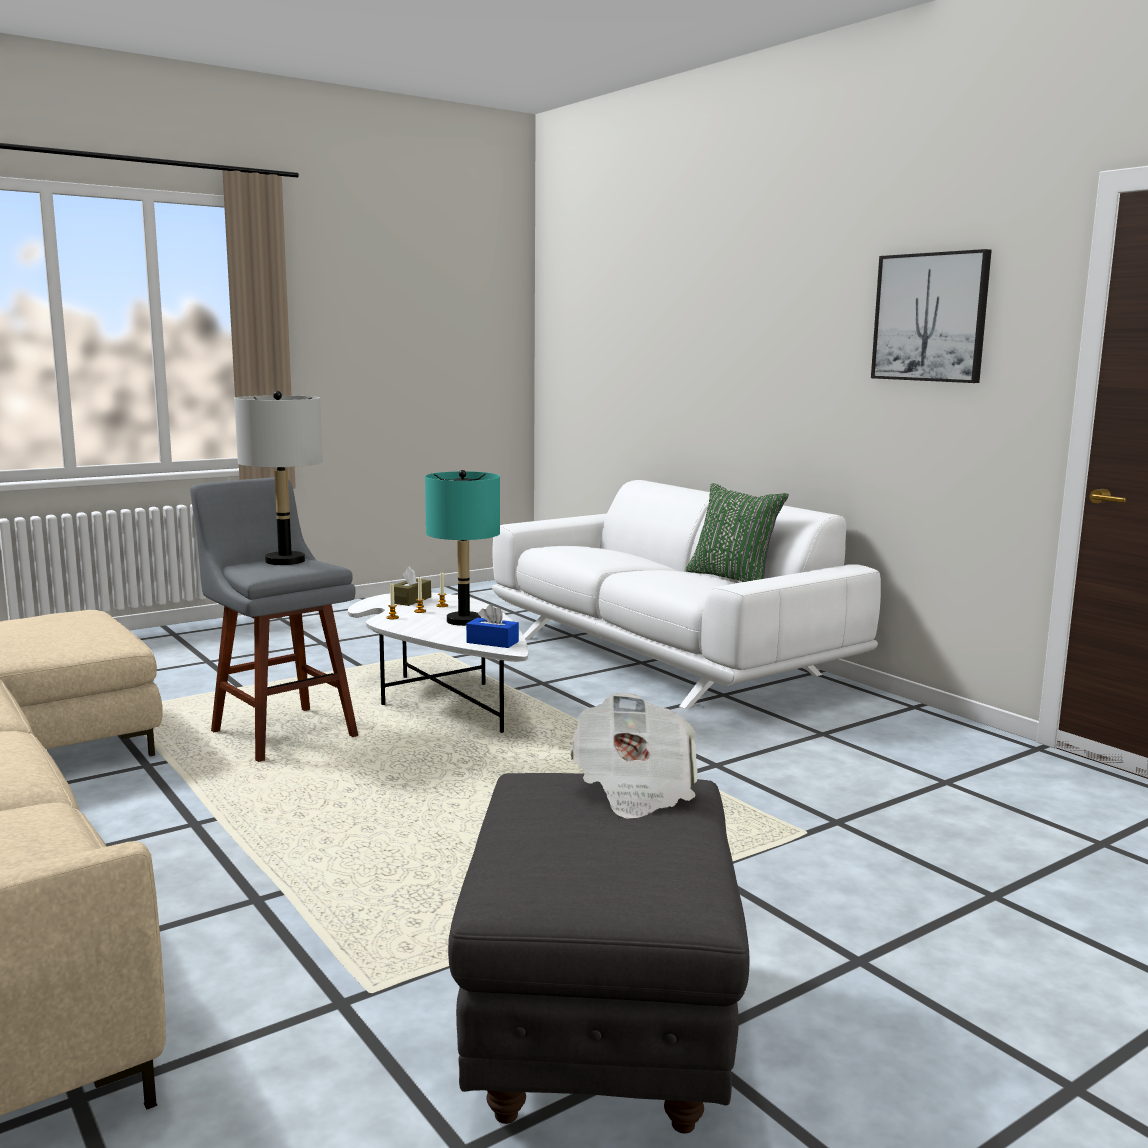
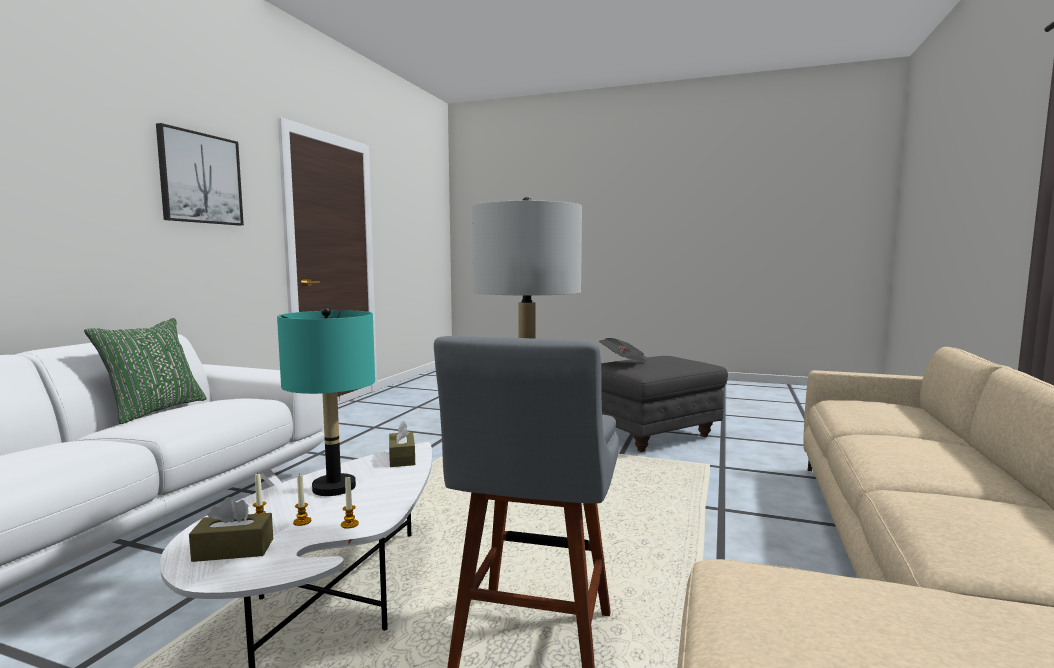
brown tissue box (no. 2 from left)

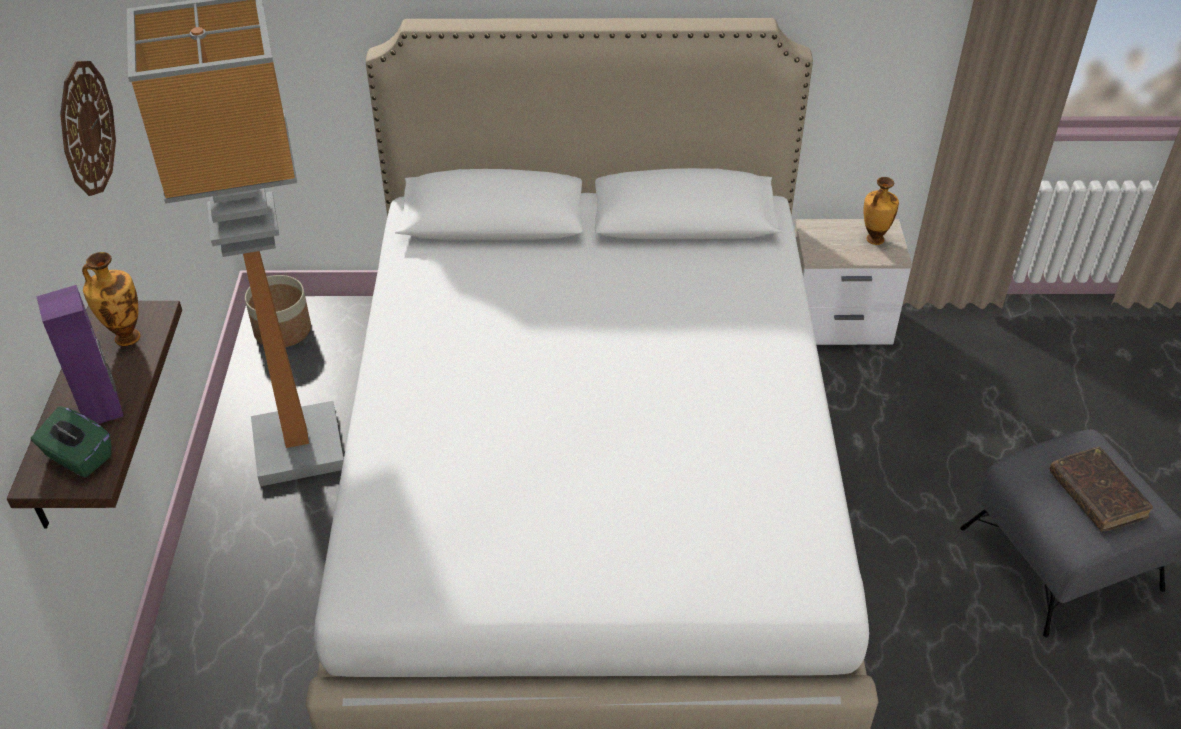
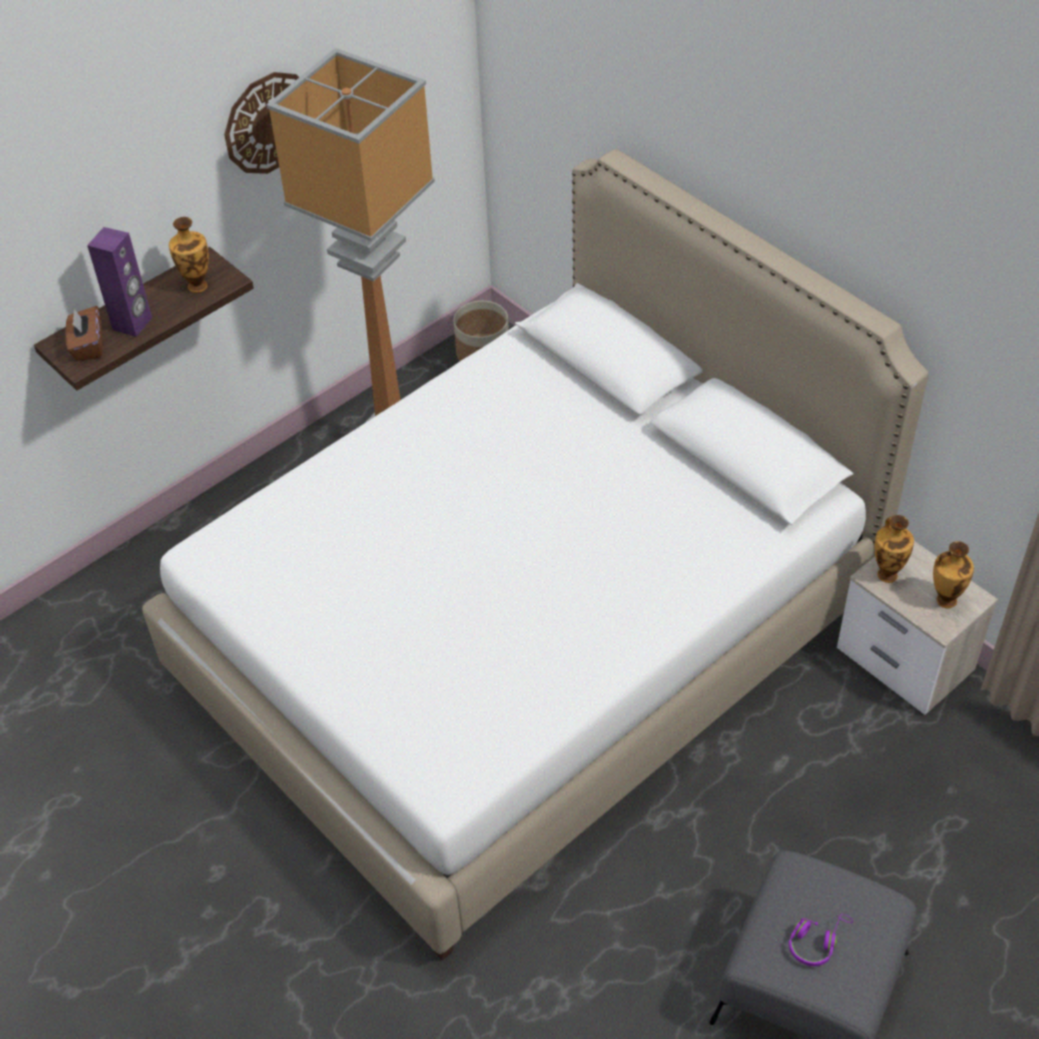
brown tissue box
purple headphones
vase (no. 2 from left)

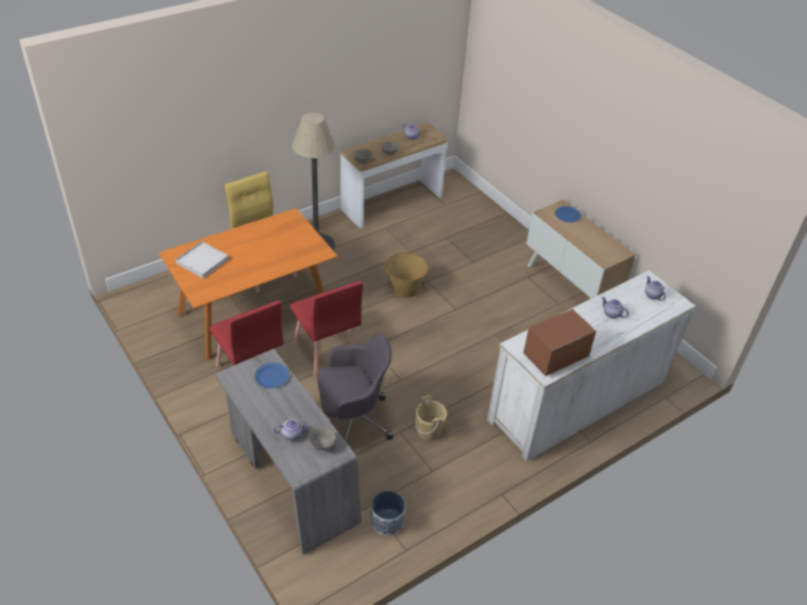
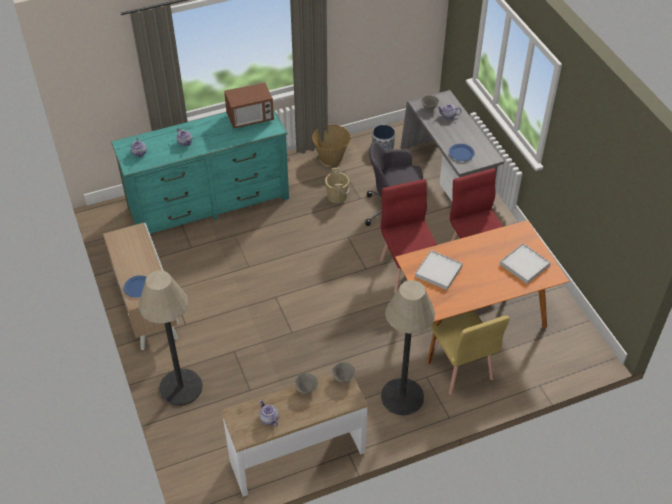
turquoise dresser
floor lamp (no. 1 from left)
basket
white tray (no. 1 from left)

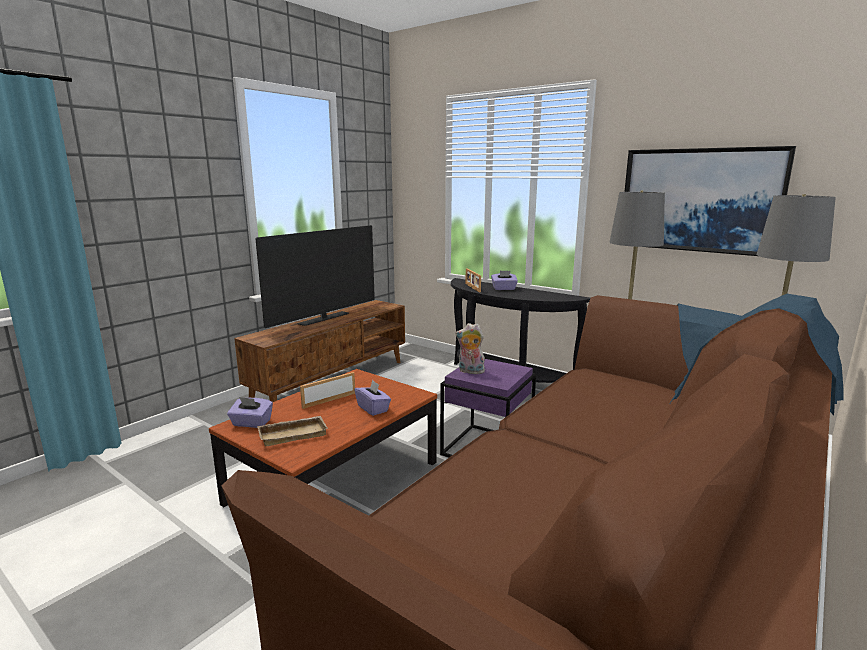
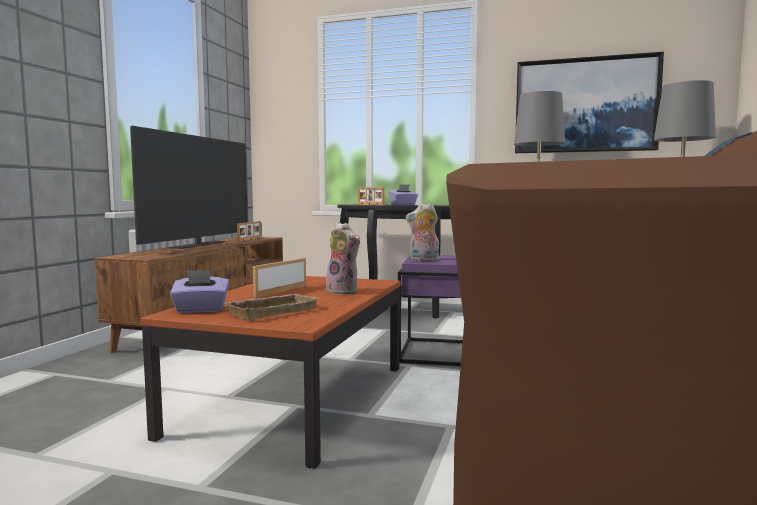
picture frame (no. 1 from left)
plush toy (no. 1 from left)

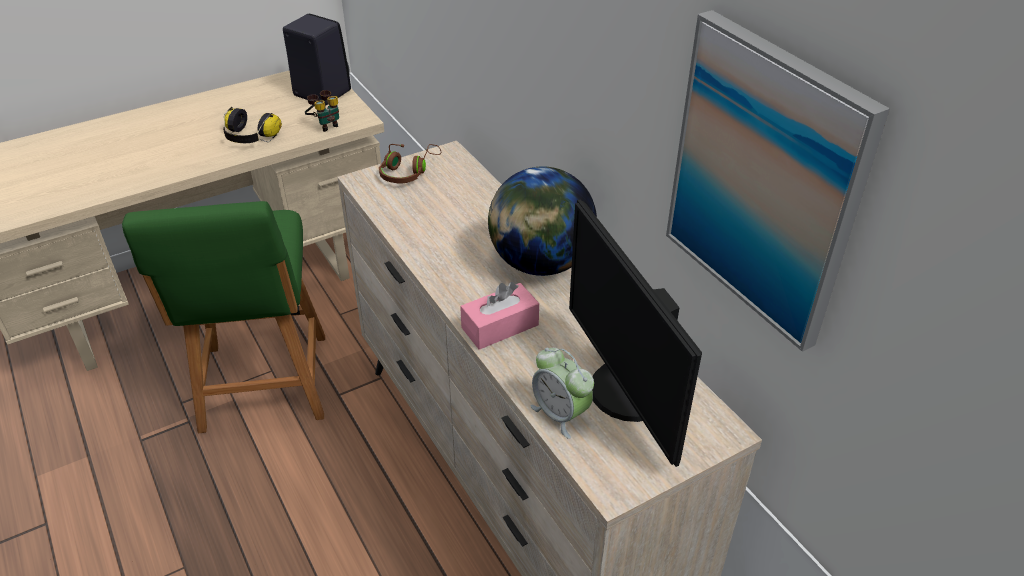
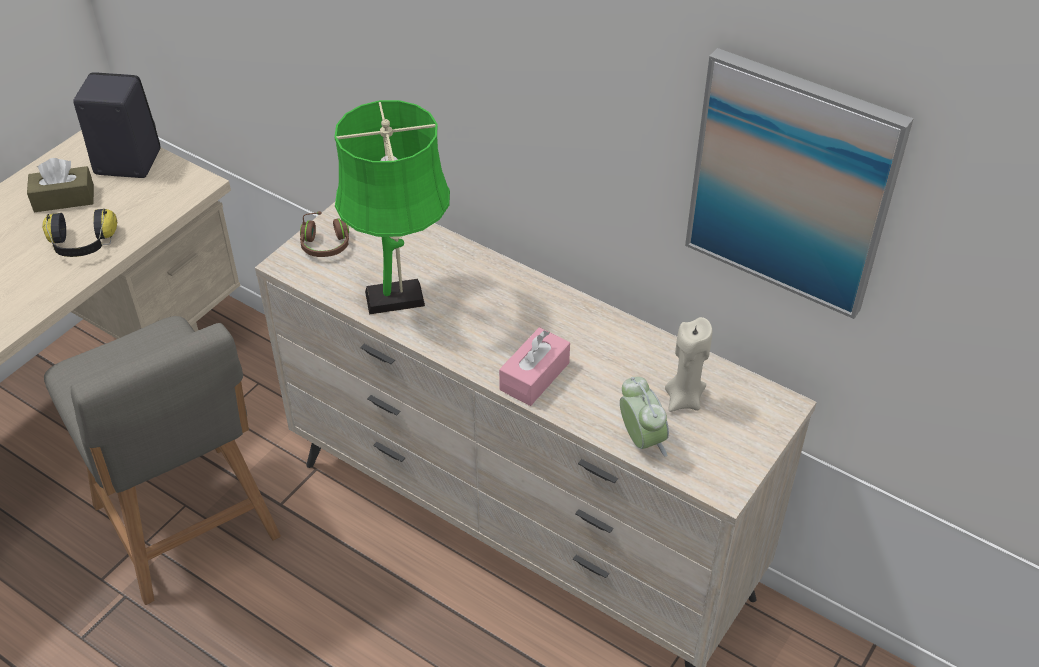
brown tissue box
grey chair
green table lamp
alarm clock
beige candle
binoculars
globe

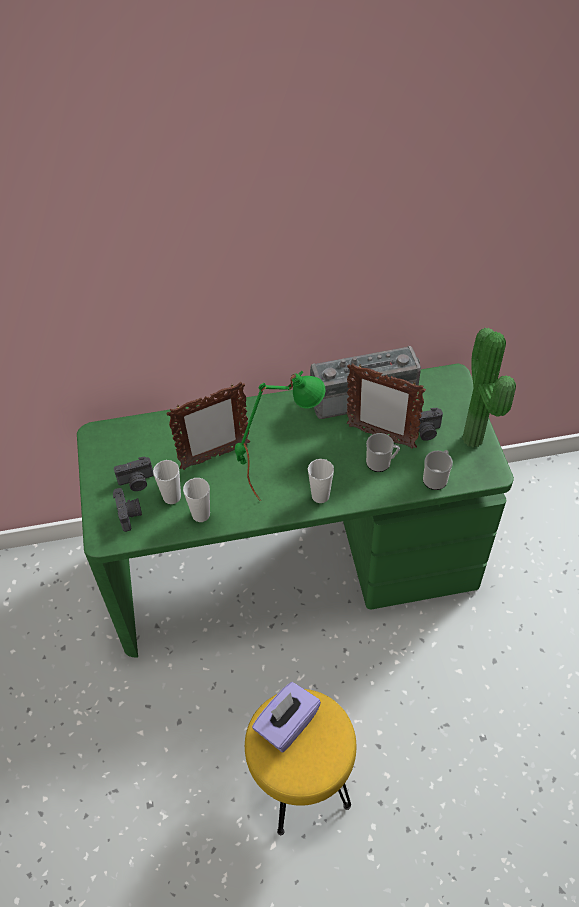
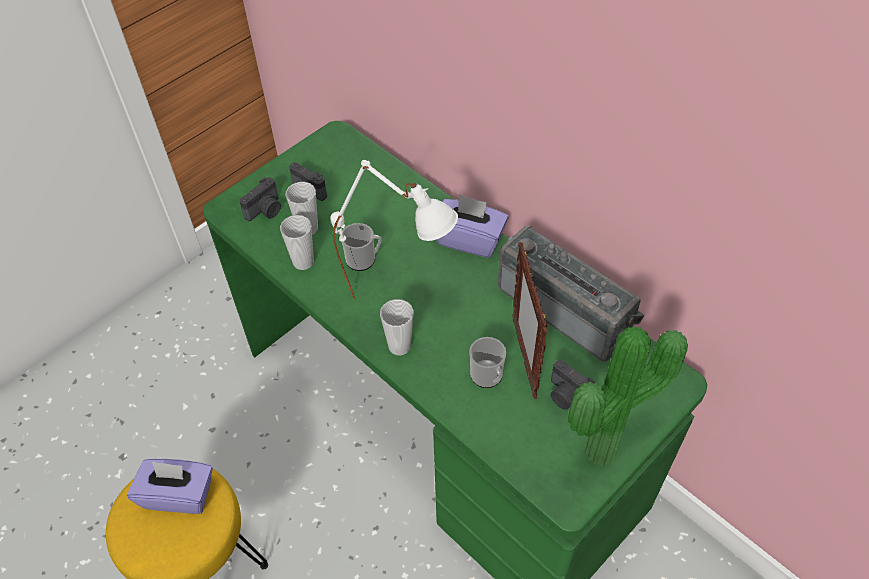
white table lamp
mug (no. 1 from left)
purple tissue box (no. 2 from left)
picture frame (no. 1 from left in the first image)

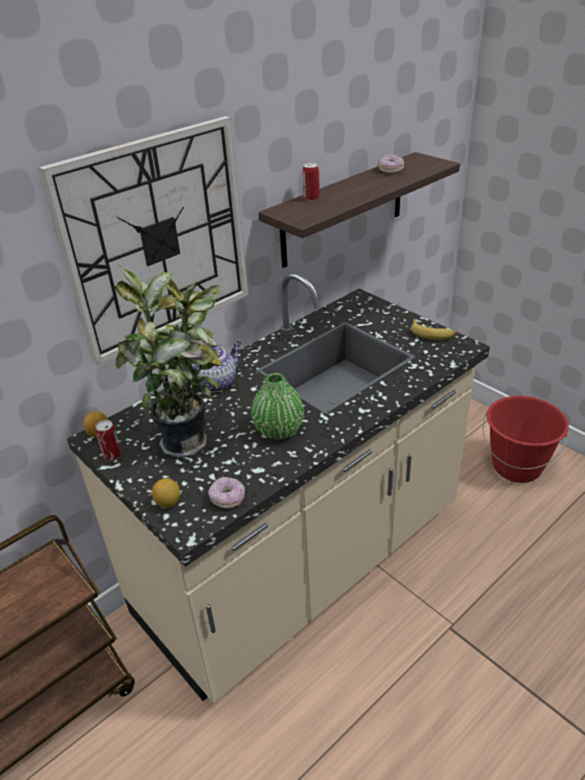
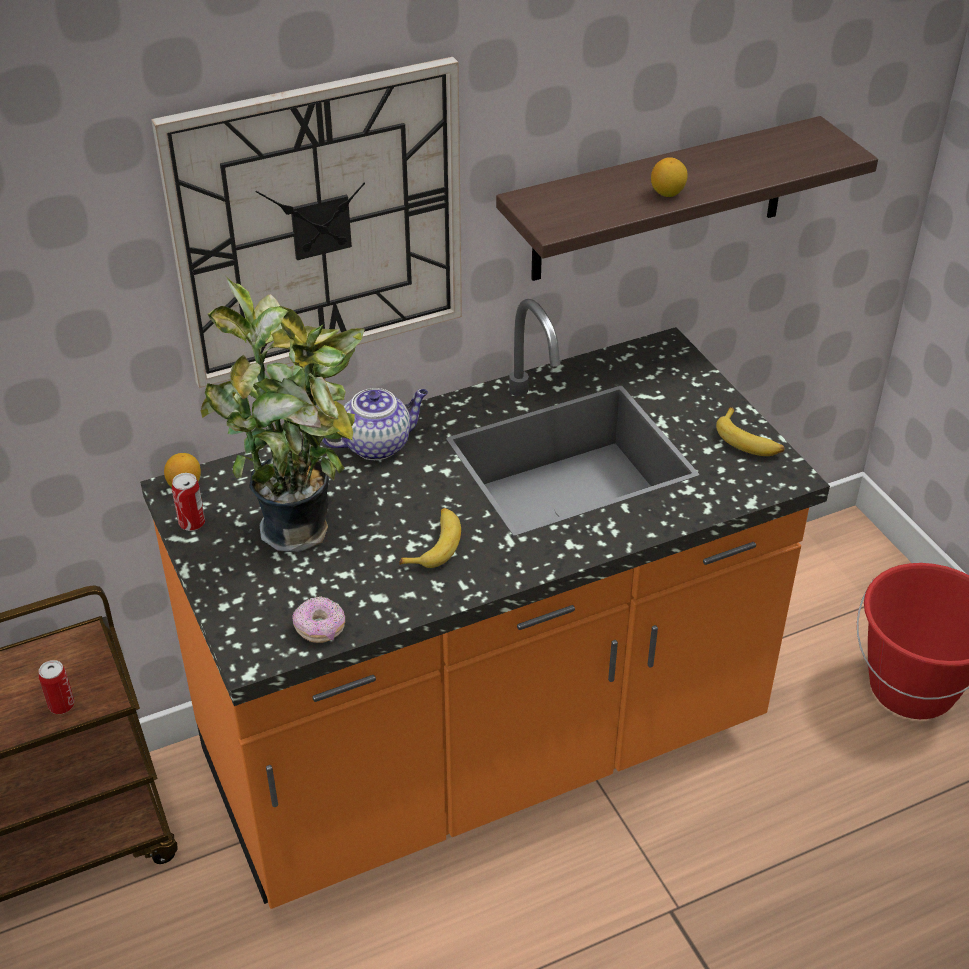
can (no. 1 from left)
orange counter
banana (no. 1 from left)
lemon (no. 2 from left)
donut (no. 2 from left in the first image)

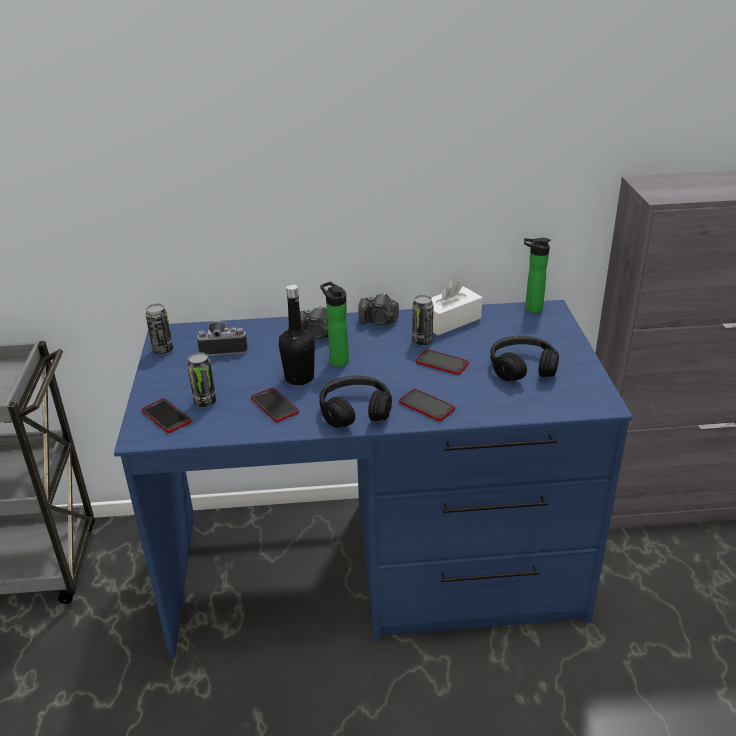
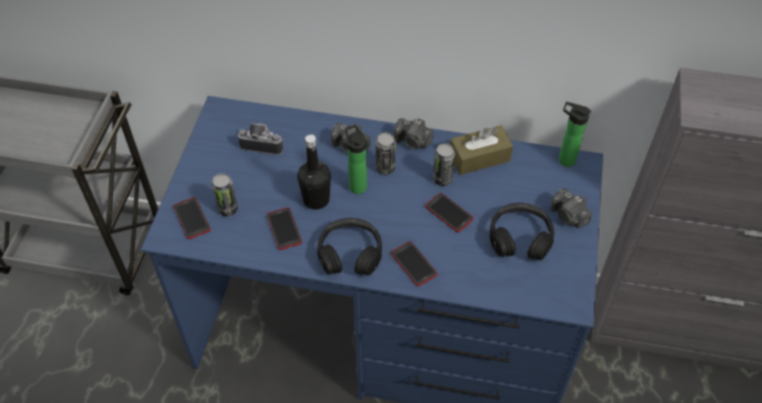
can (no. 2 from left)
brown tissue box
photo camera (no. 4 from left)

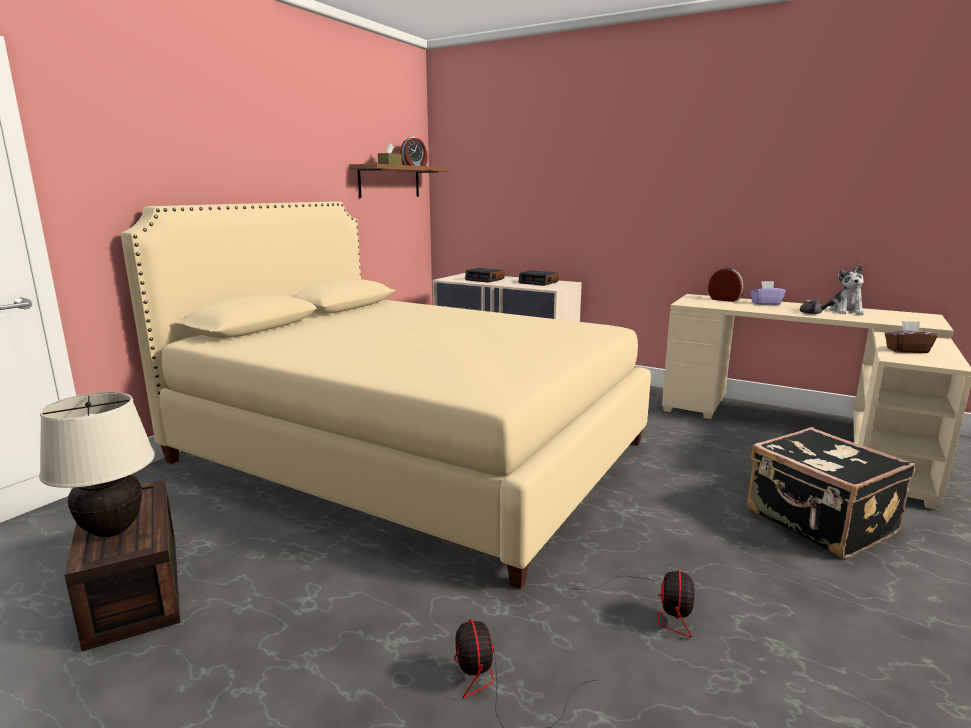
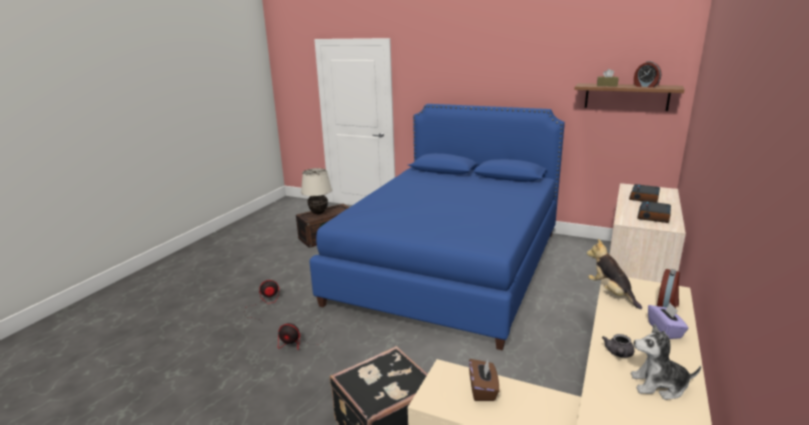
blue bed
plush toy (no. 1 from left)

